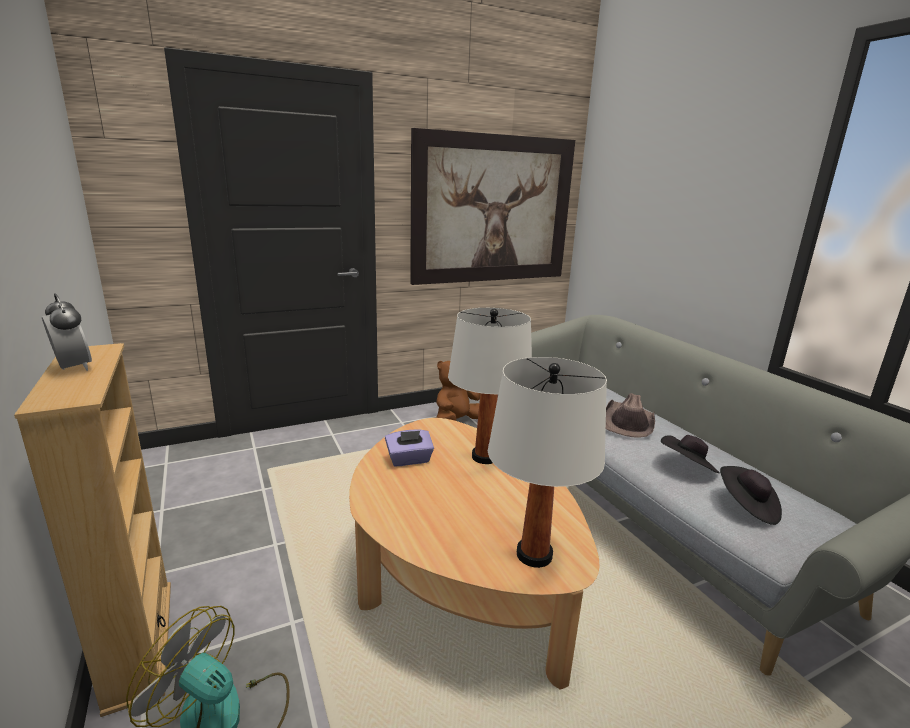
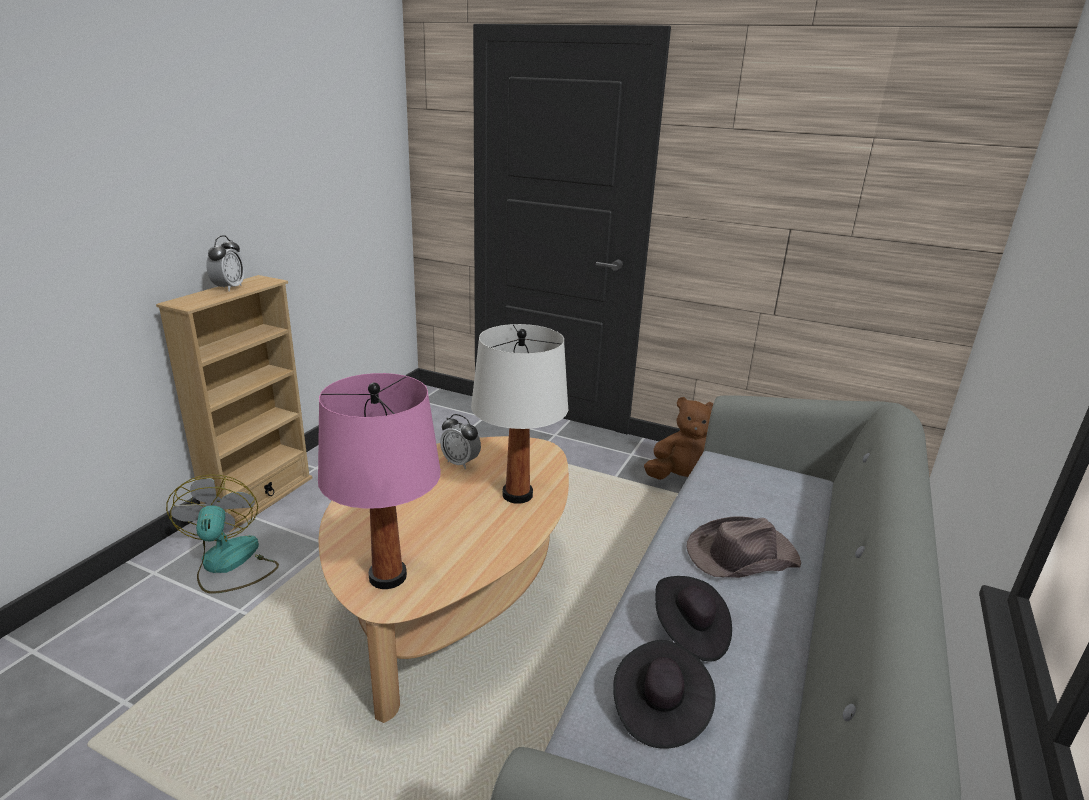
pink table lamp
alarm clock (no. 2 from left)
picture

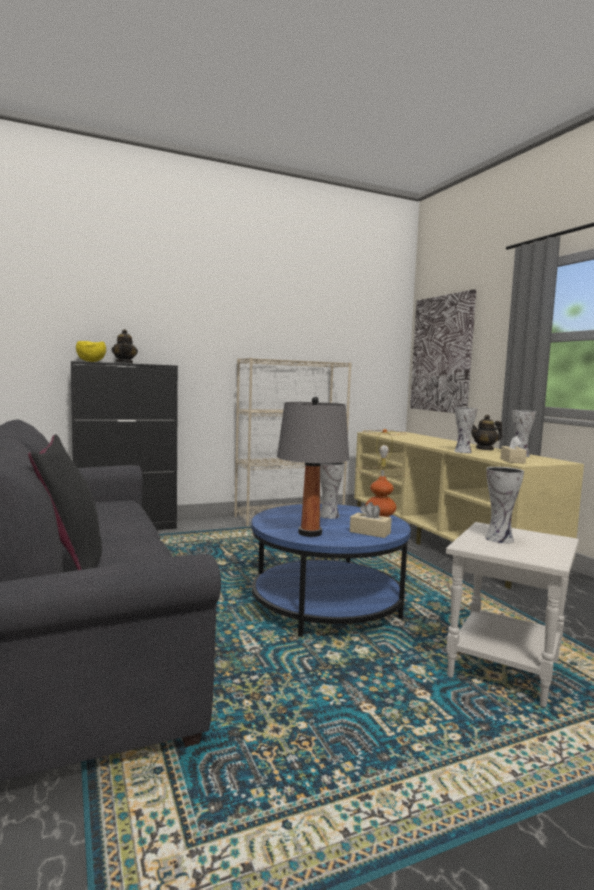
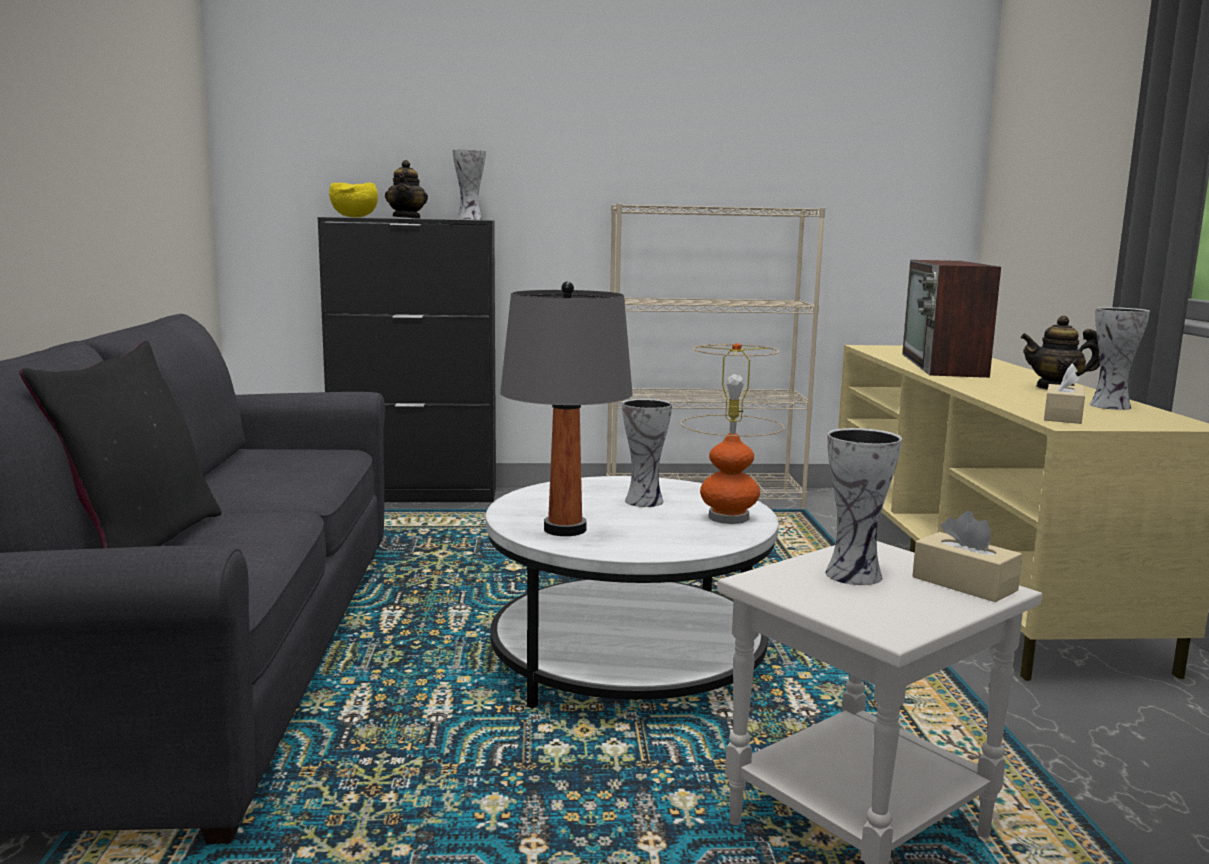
vase (no. 1 from left)
white coffee table
television
beige tissue box (no. 1 from left)
picture

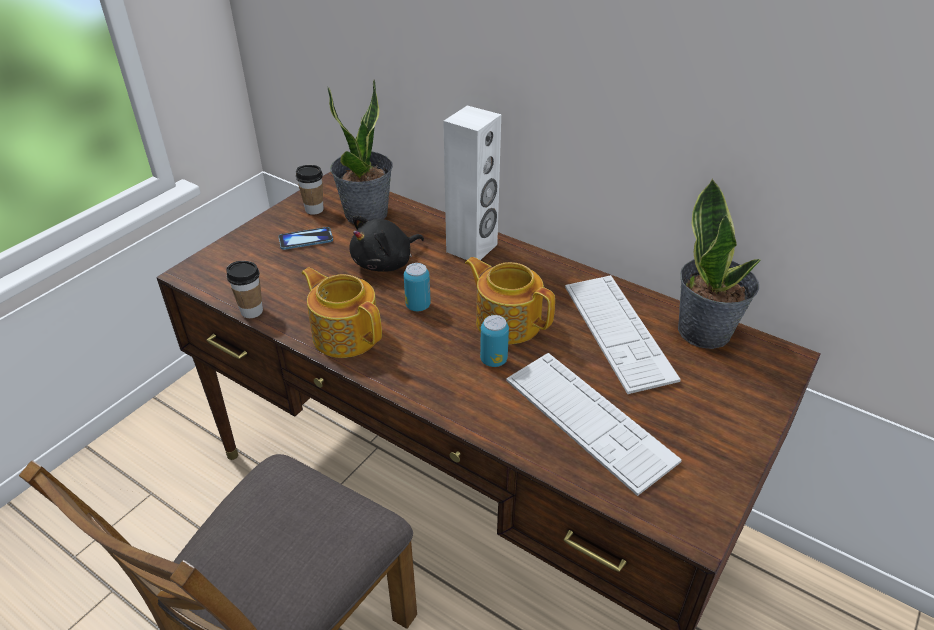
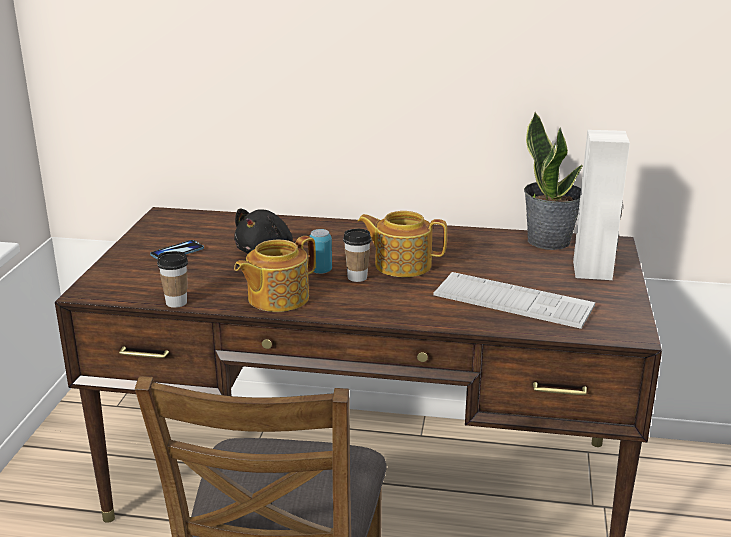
teapot (no. 1 from left)
cup (no. 2 from left)
white speaker
potted plant (no. 1 from left in the first image)
can (no. 2 from left in the first image)
keyboard (no. 2 from left in the first image)

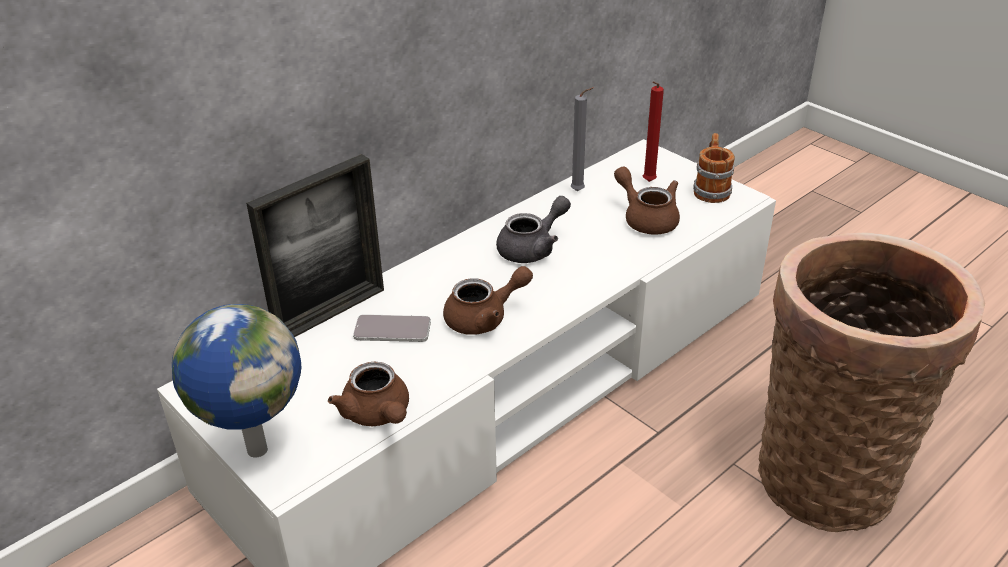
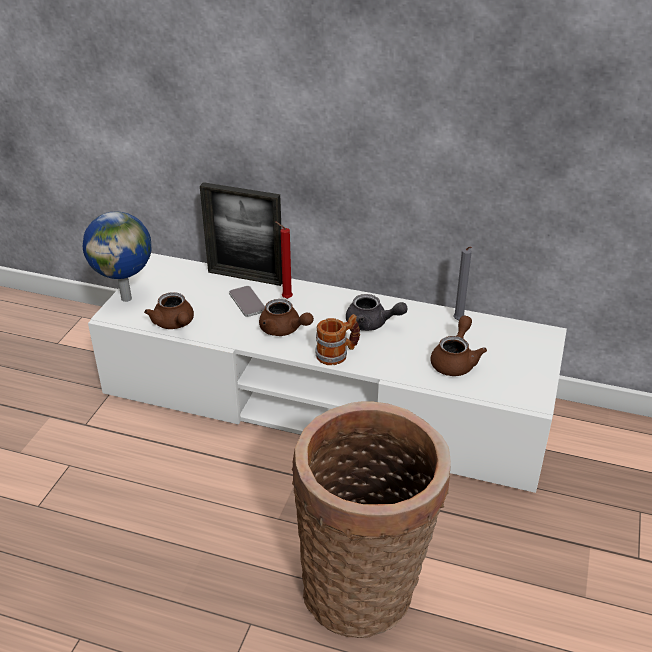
brown teapot (no. 1 from left)
red candle
mug

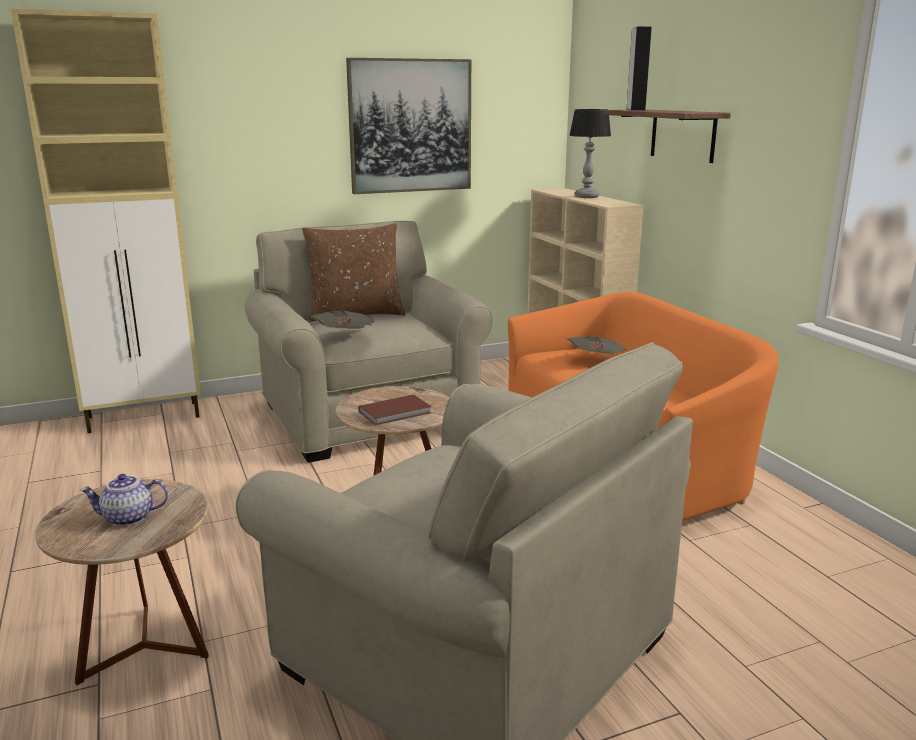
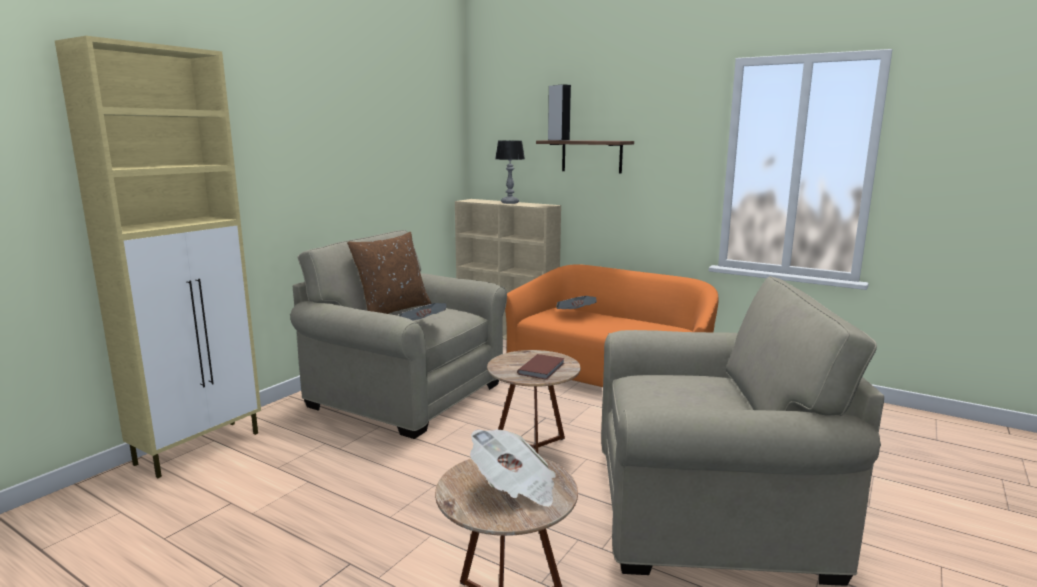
newspaper (no. 2 from left)
picture

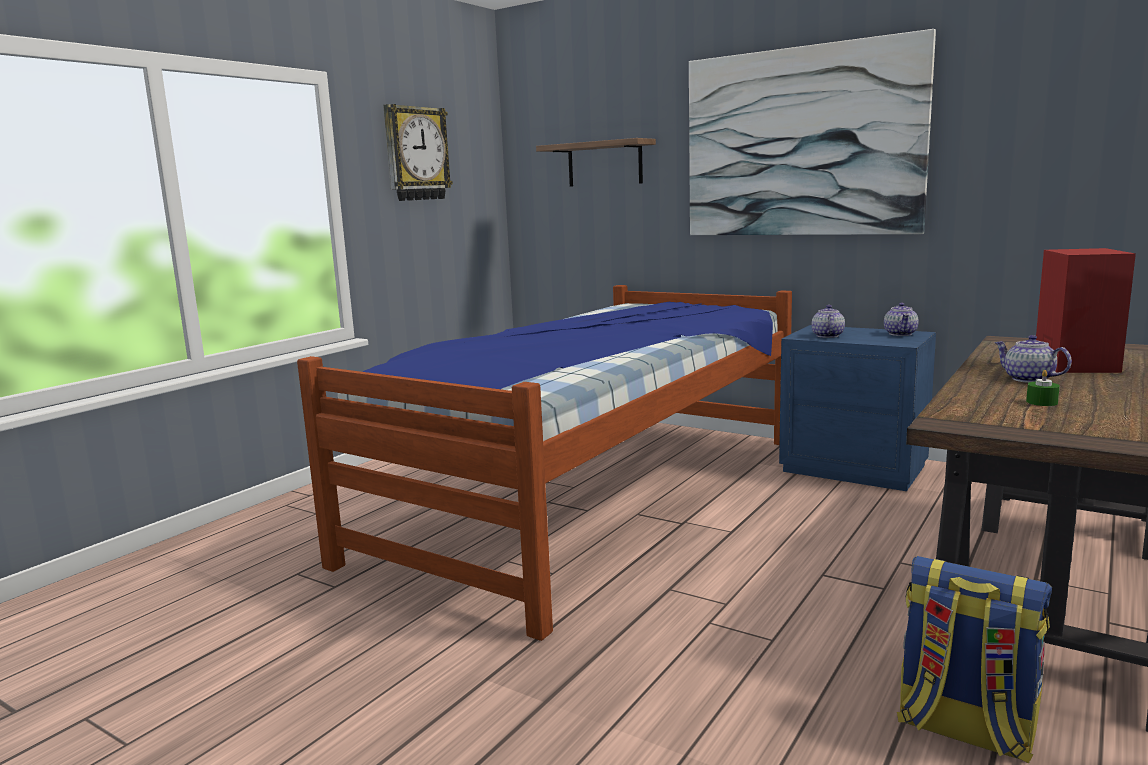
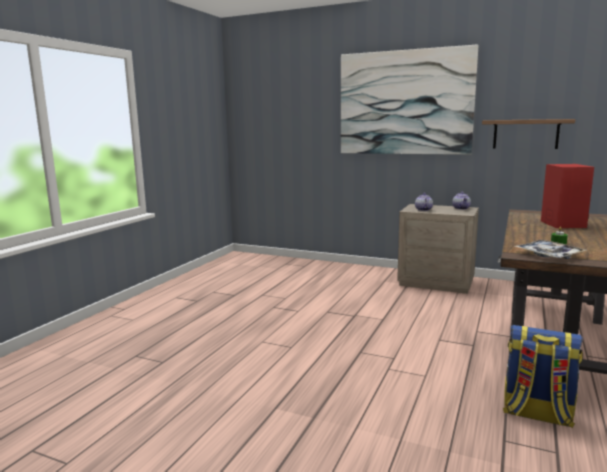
beige nightstand
shelf
tray
bed
wall clock
teapot (no. 3 from left in the first image)

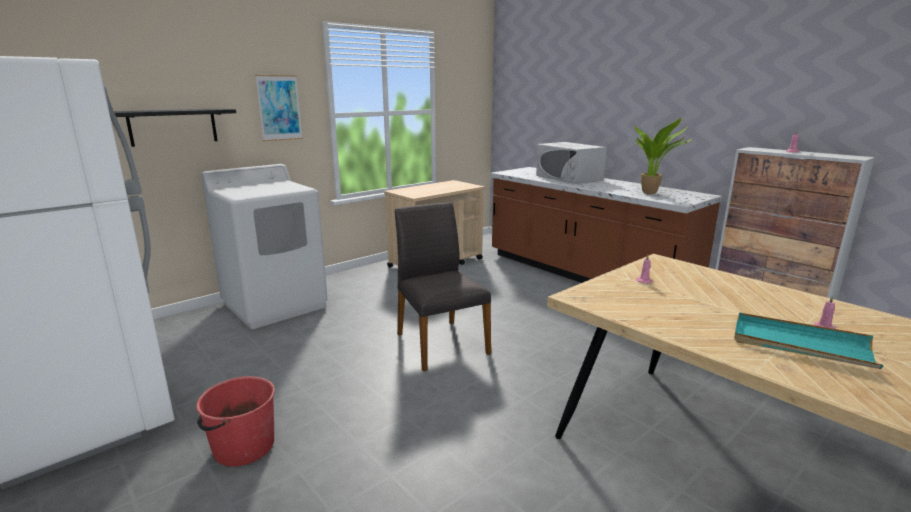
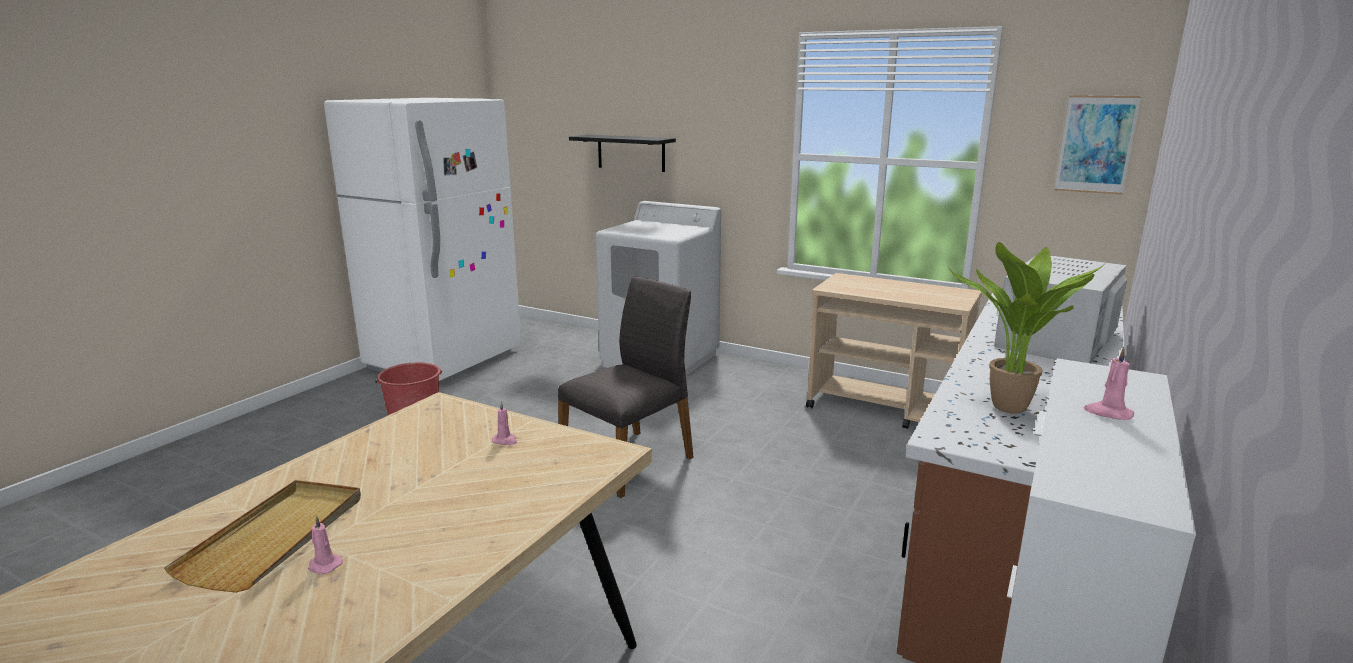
beige tray
picture

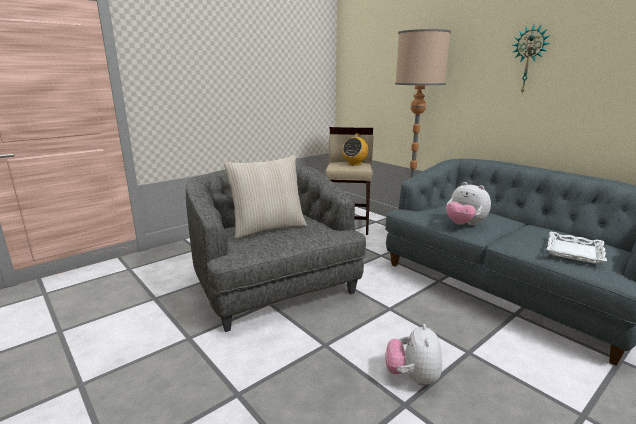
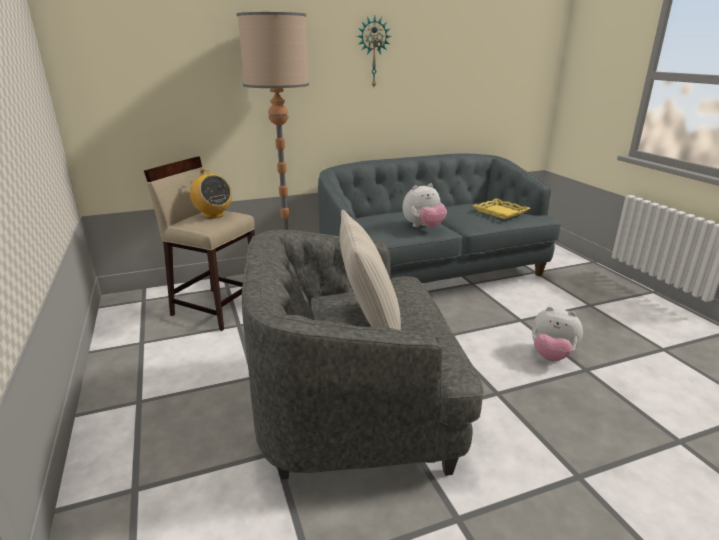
yellow tray

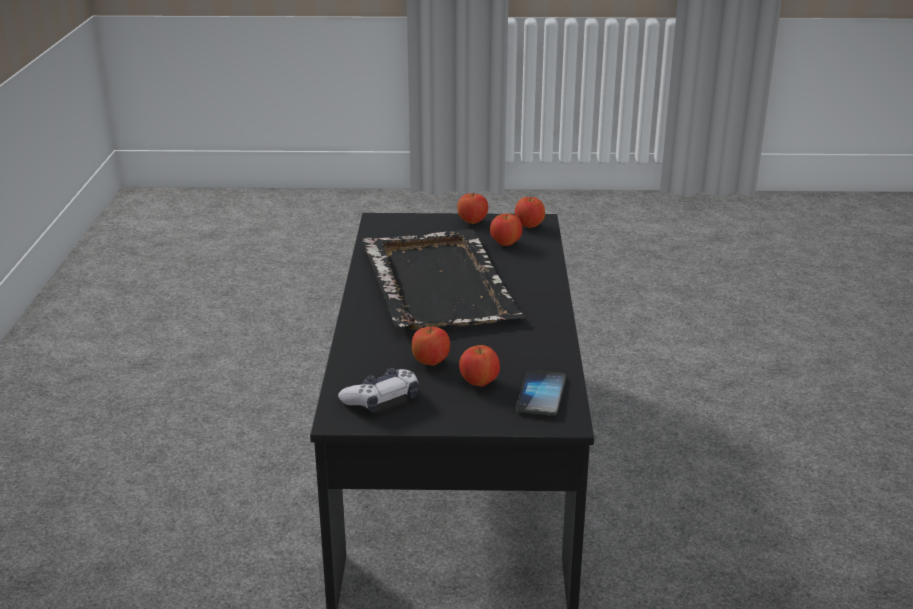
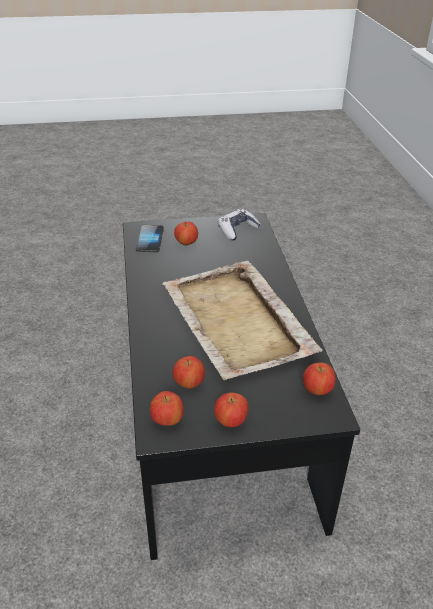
beige tray
apple (no. 5 from left)

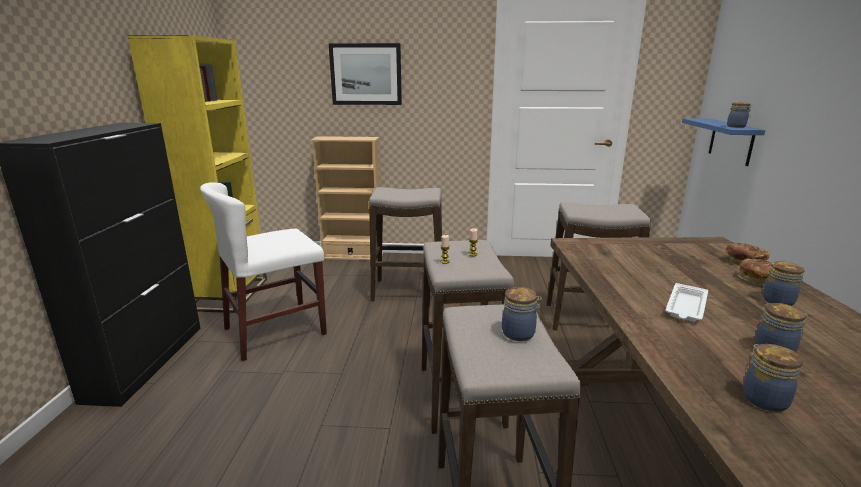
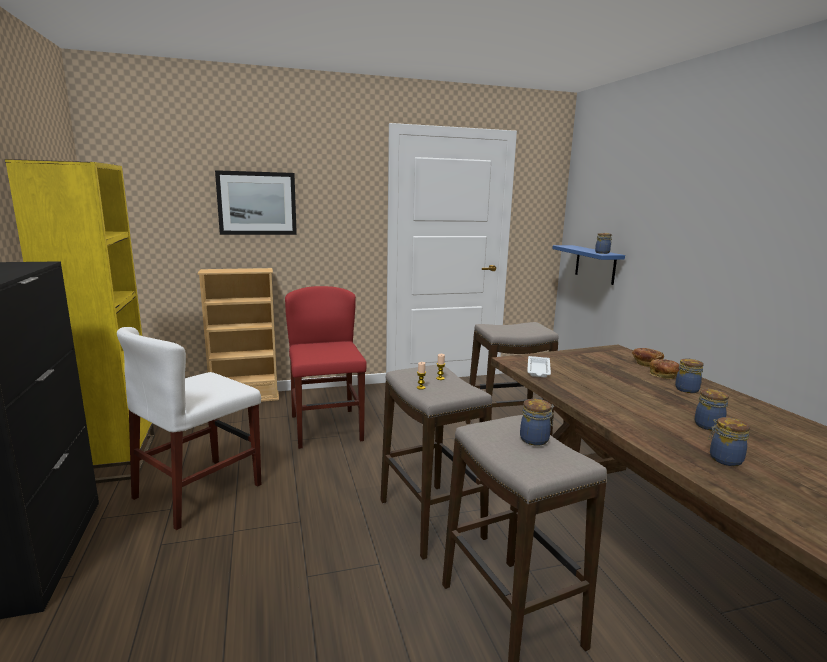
red chair
white tray

